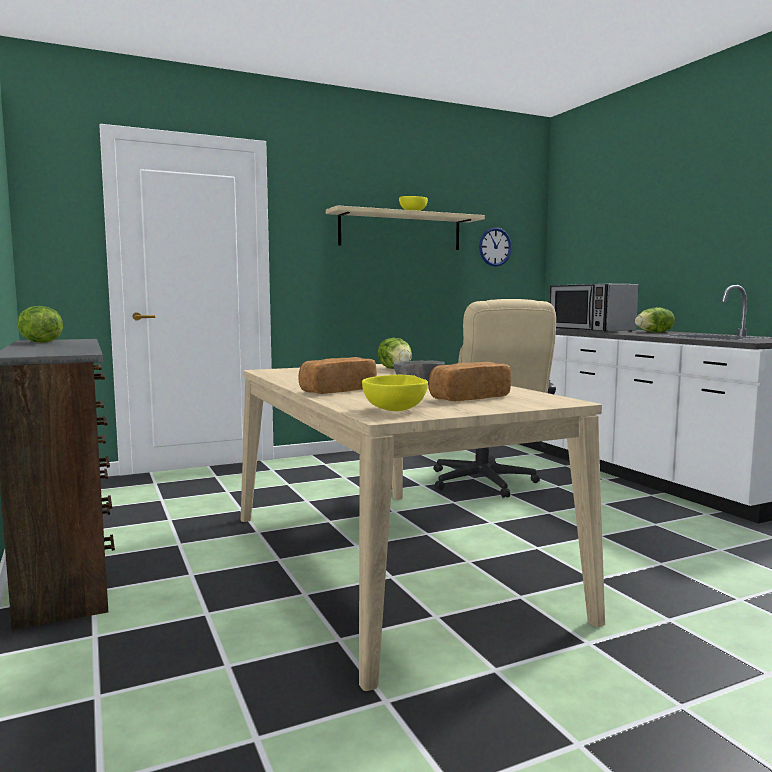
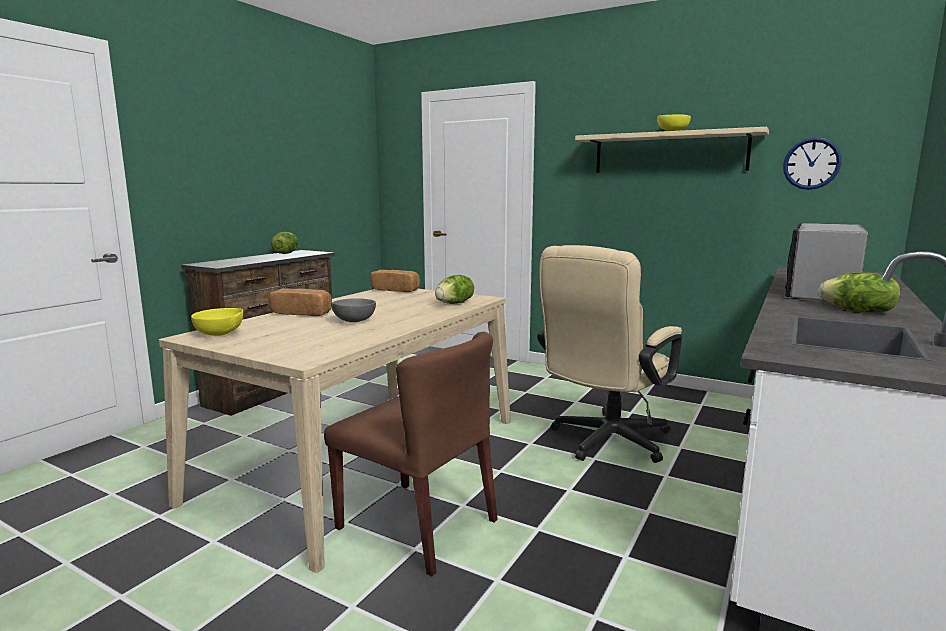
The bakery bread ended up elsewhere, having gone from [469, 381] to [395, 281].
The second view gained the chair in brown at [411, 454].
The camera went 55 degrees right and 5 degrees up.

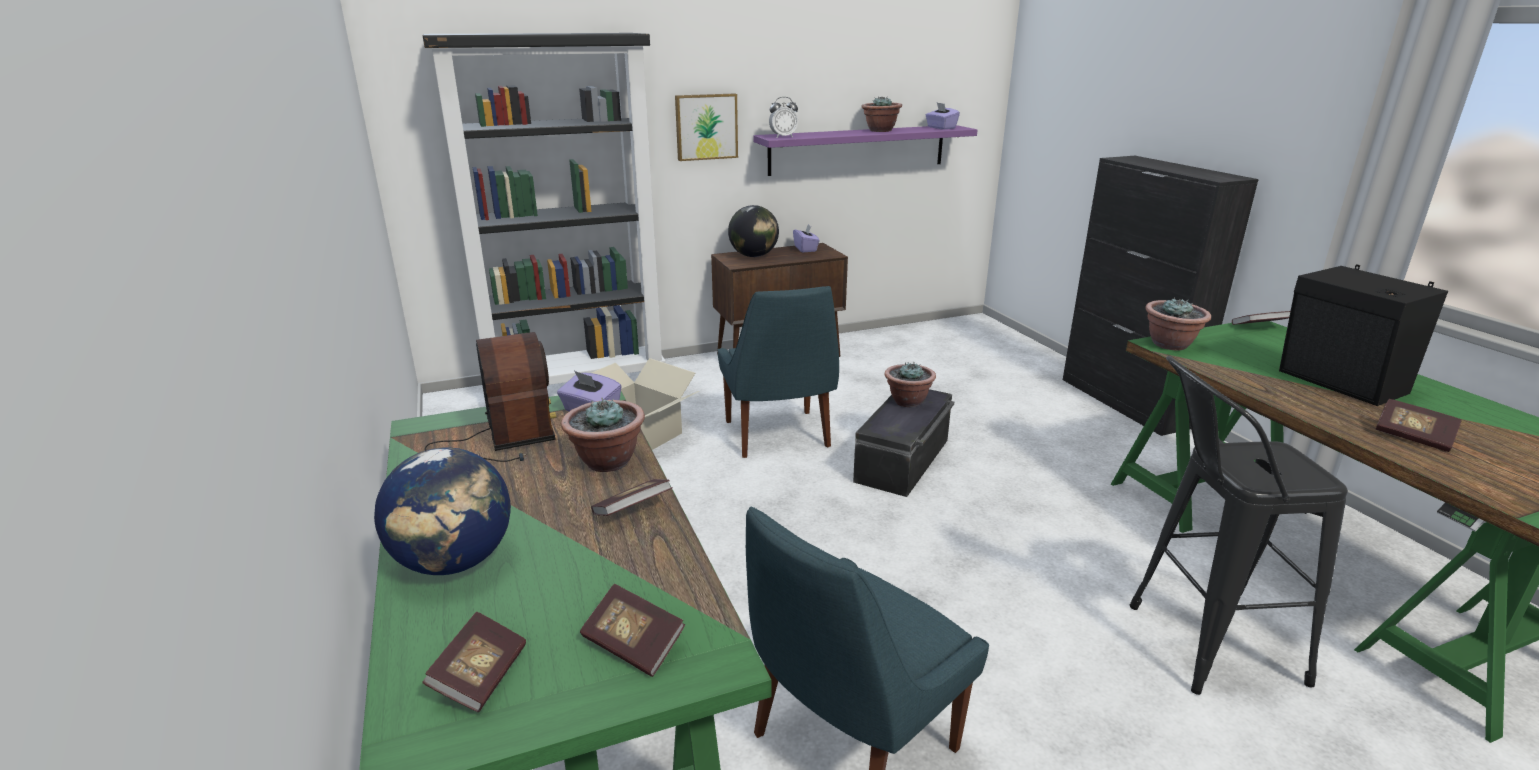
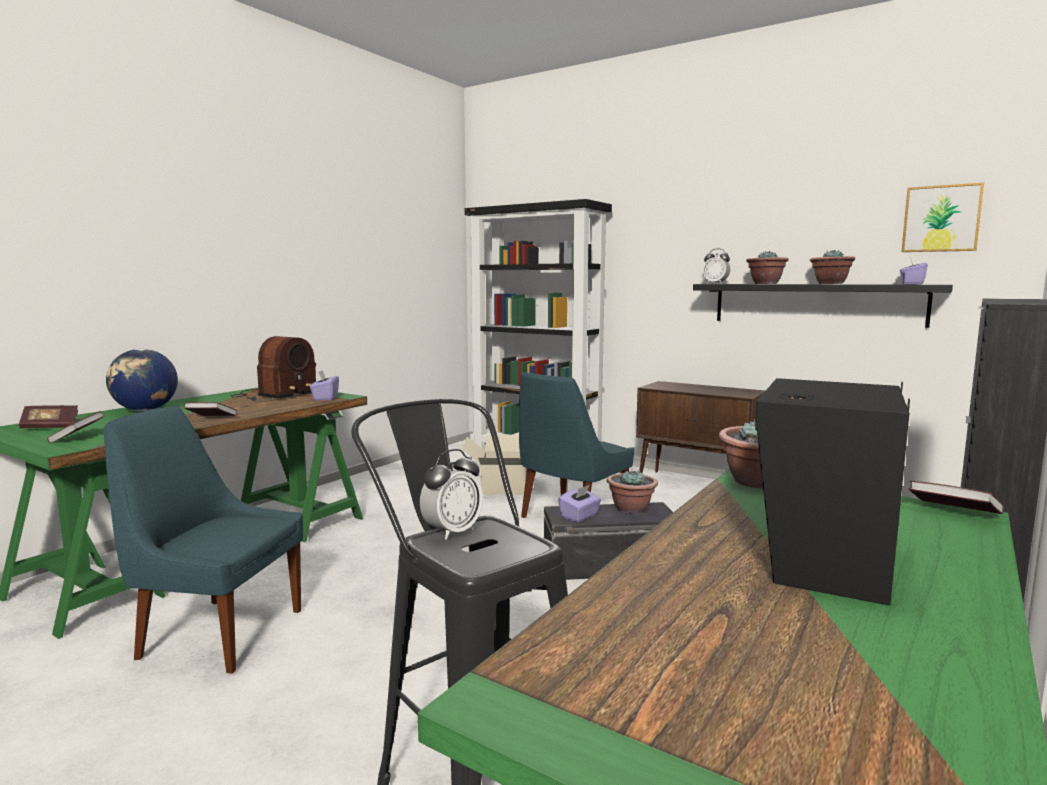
The picture ended up elsewhere, having gone from [706, 127] to [943, 217].
What was the wall shelf in purplish at [865, 150] turned into the wall shelf in blackish at [823, 306].
The second view lost the world globe at [753, 231].
The tissue holder in purplish ended up elsewhere, having gone from [806, 238] to [580, 503].
The potted plant ended up elsewhere, having gone from [603, 434] to [767, 267].
The second view lost the book at [1419, 425].
The second view gained the bedside clock at [451, 494].
The camera went 55 degrees right and 15 degrees down.

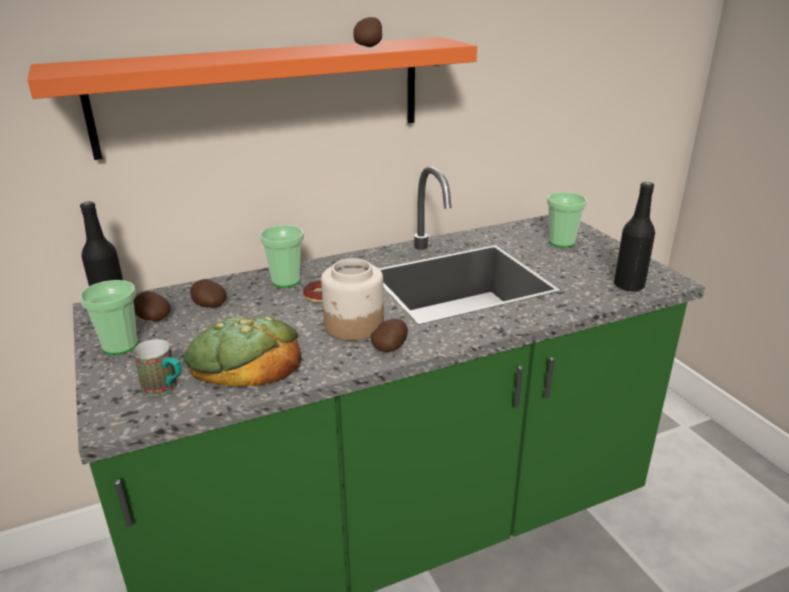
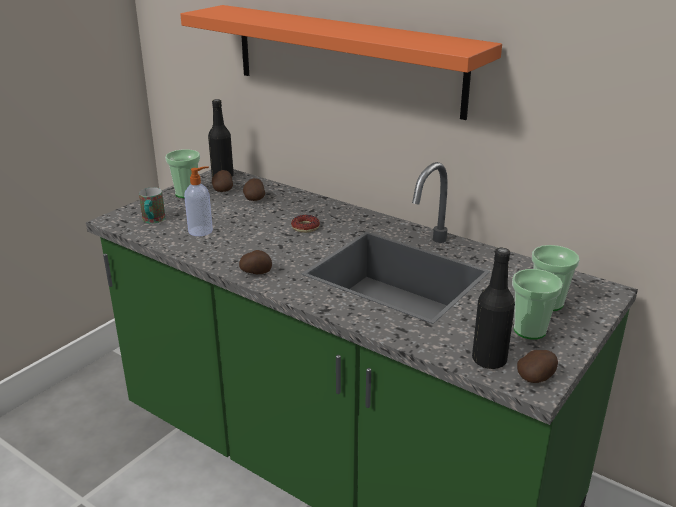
The potato ended up elsewhere, having gone from [367, 32] to [537, 366].
The small cup ended up elsewhere, having gone from [282, 256] to [537, 304].
The second view lost the jar at [352, 299].
Where the bakery bread stood at [242, 351], the liquid soap bottle came to stand at [198, 201].
The camera went 60 degrees right and 0 degrees up.

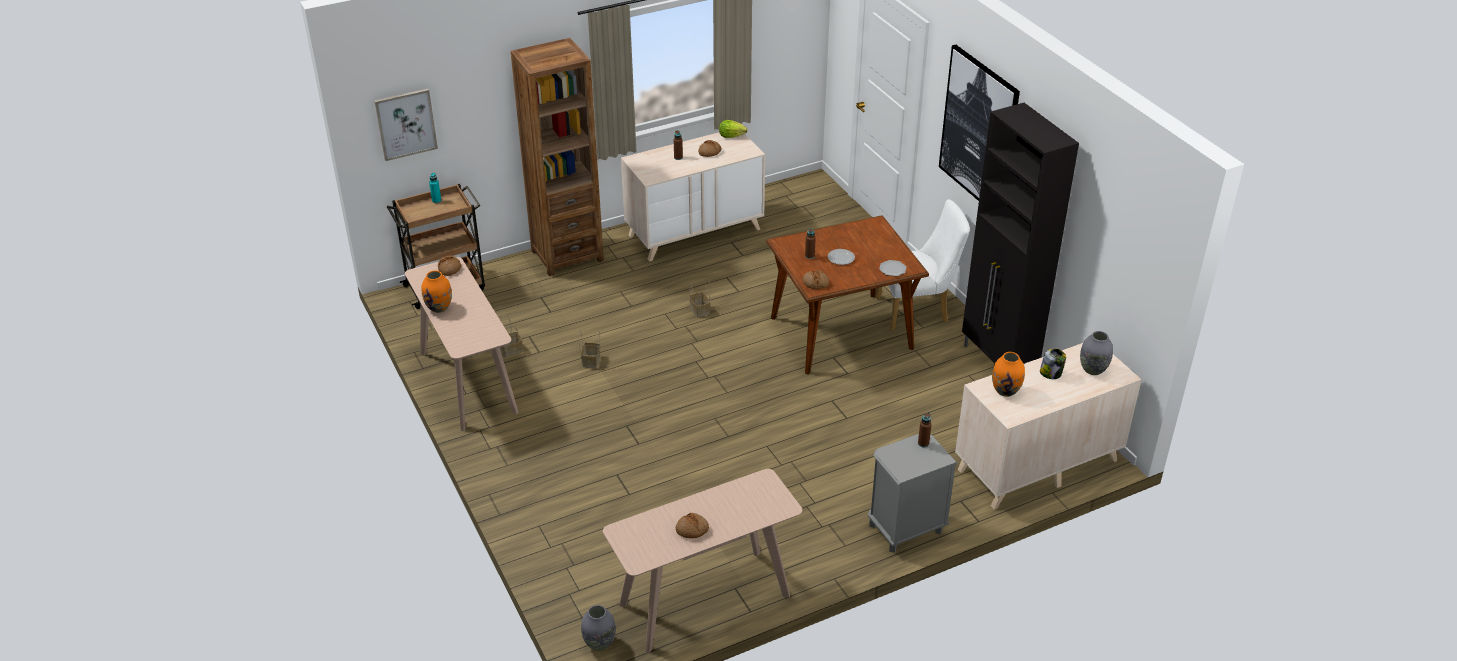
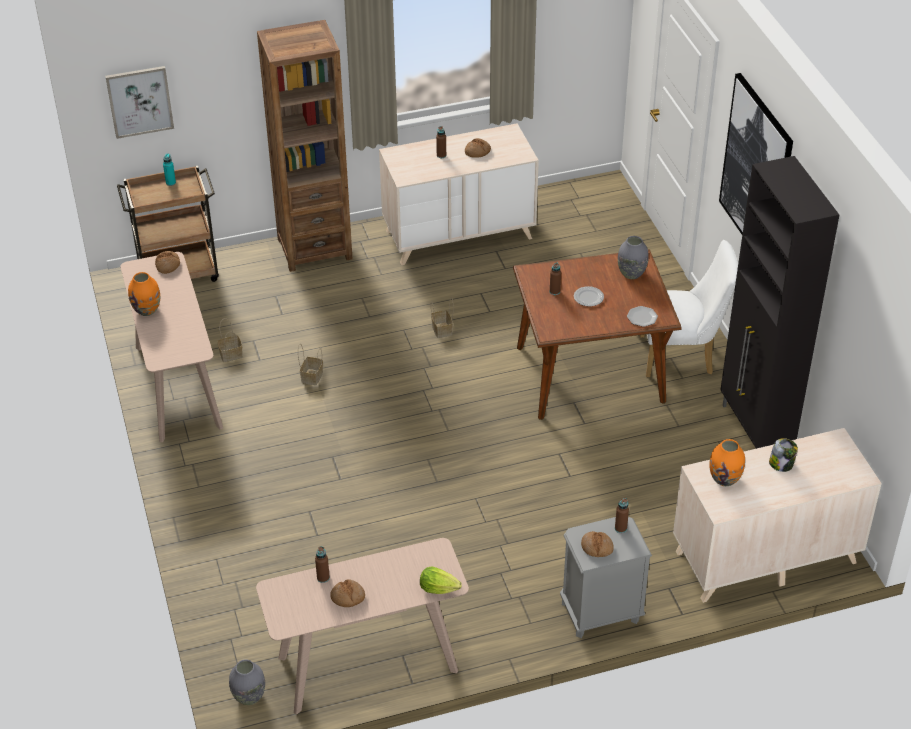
The head of lettuce ended up elsewhere, having gone from [733, 129] to [441, 580].
The bakery bread ended up elsewhere, having gone from [816, 279] to [597, 544].
The vase in greyish ended up elsewhere, having gone from [1096, 353] to [633, 257].
The second view gained the bottle in brown at [322, 564].
The camera went 10 degrees right and 5 degrees up.

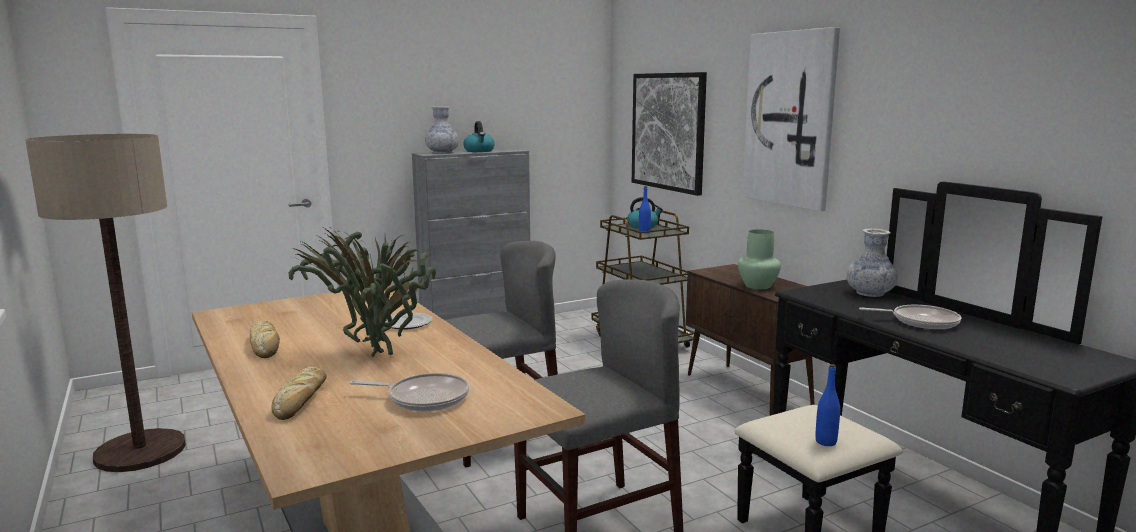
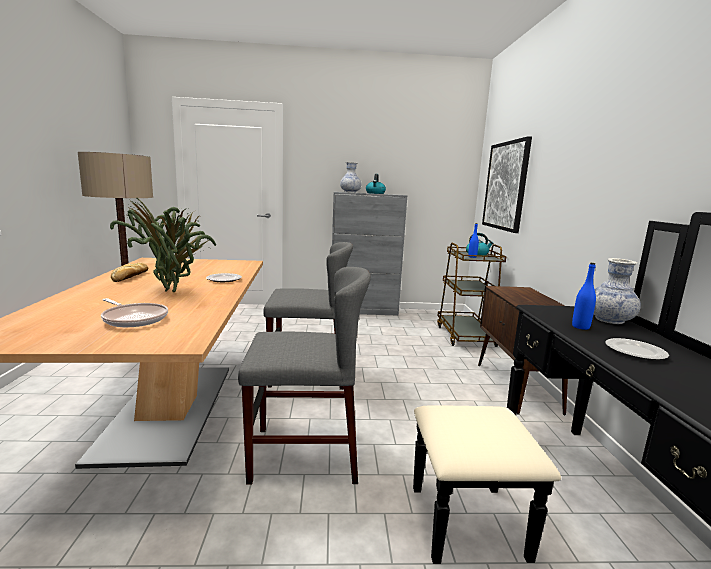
The second view lost the picture at [791, 119].
The second view lost the vase in green-coloured at [759, 259].
Where the skillet stood at [910, 317], the plate came to stand at [637, 349].
The bottle in bluish ended up elsewhere, having gone from [827, 405] to [584, 296].
The second view lost the bakery bread at [299, 393].
The camera went 25 degrees right and 0 degrees up.

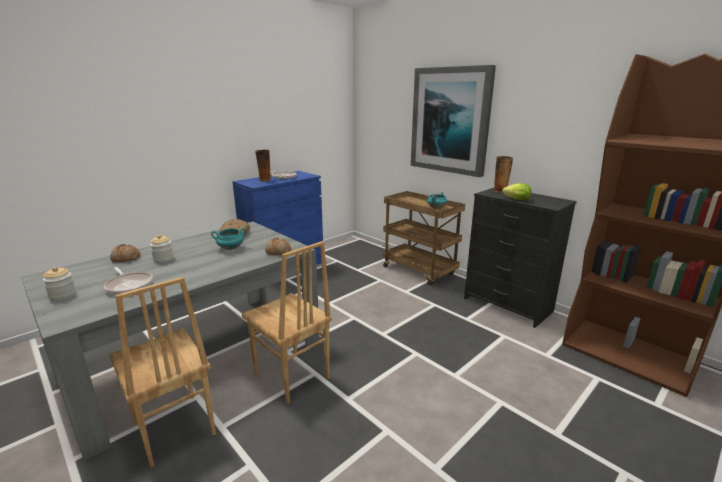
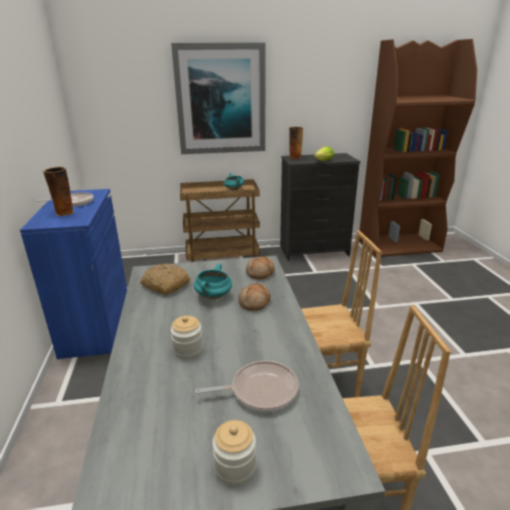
The bakery bread ended up elsewhere, having gone from [125, 253] to [254, 297].
The camera went 55 degrees left and 5 degrees up.

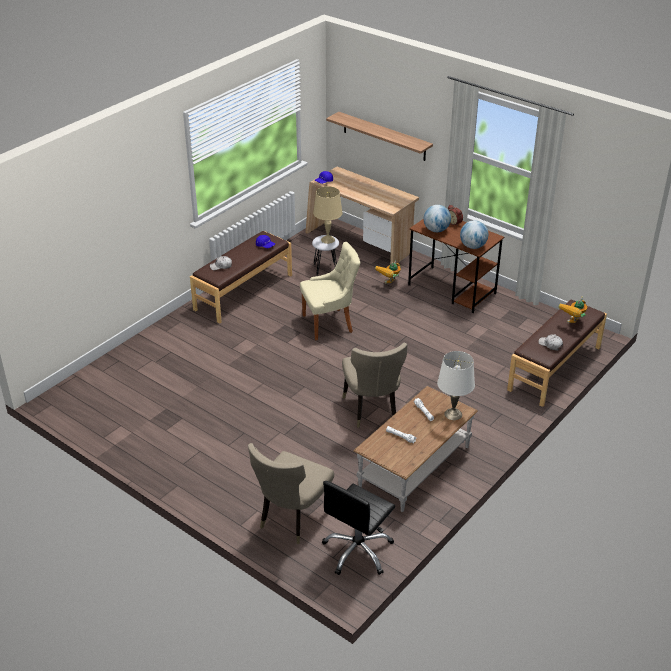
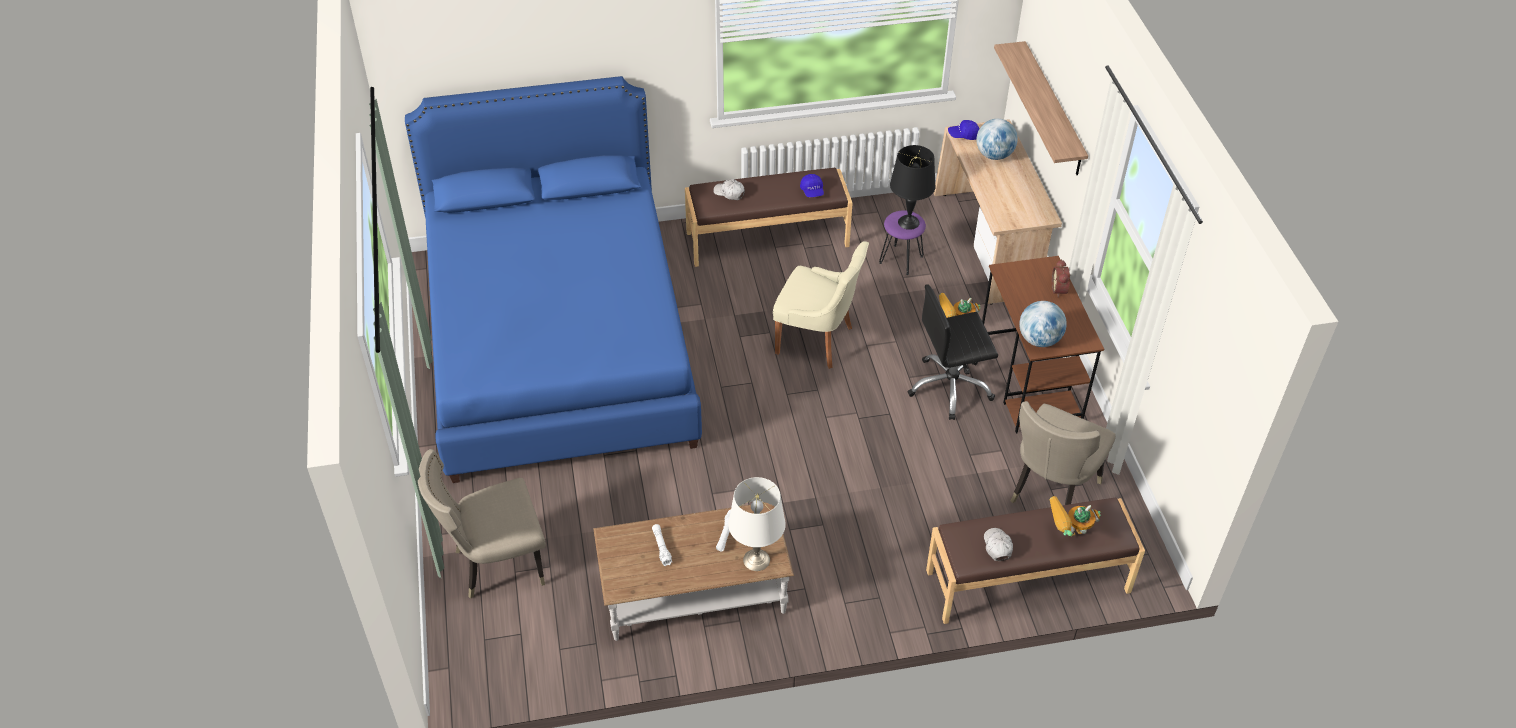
What was the tabletop lamp in beige-coloured at [328, 215] turned into the tabletop lamp in blackish at [913, 187].
The world globe ended up elsewhere, having gone from [437, 218] to [997, 139].
What was the sitting stool in white-coloured at [325, 255] turned into the sitting stool in purplish at [902, 242].
The chair in beige-coloured ended up elsewhere, having gone from [374, 385] to [1063, 453].
The desk chair in blackish ended up elsewhere, having gone from [358, 528] to [952, 352].
The second view gained the bedroom bed in bluish at [553, 279].
The camera went 40 degrees right and 10 degrees up.

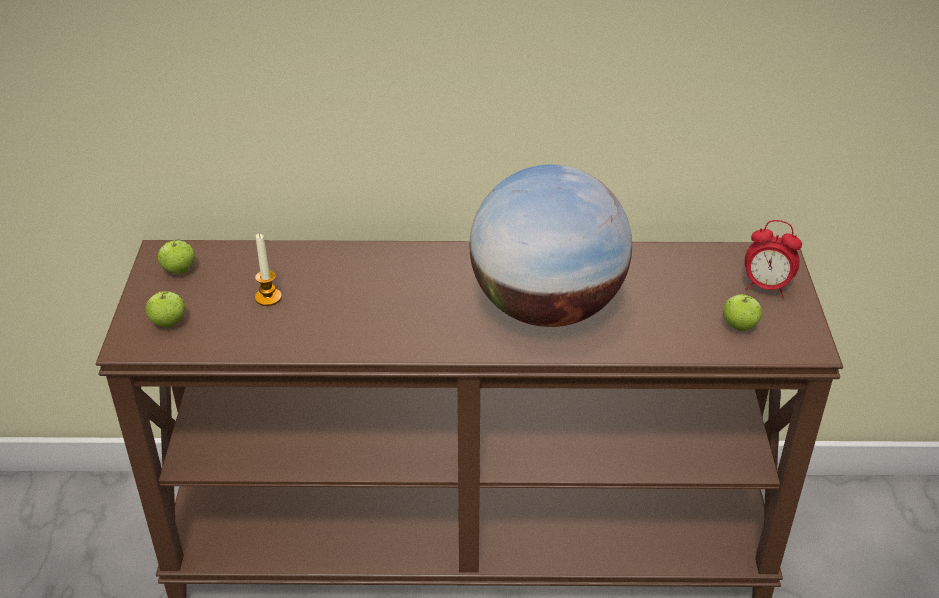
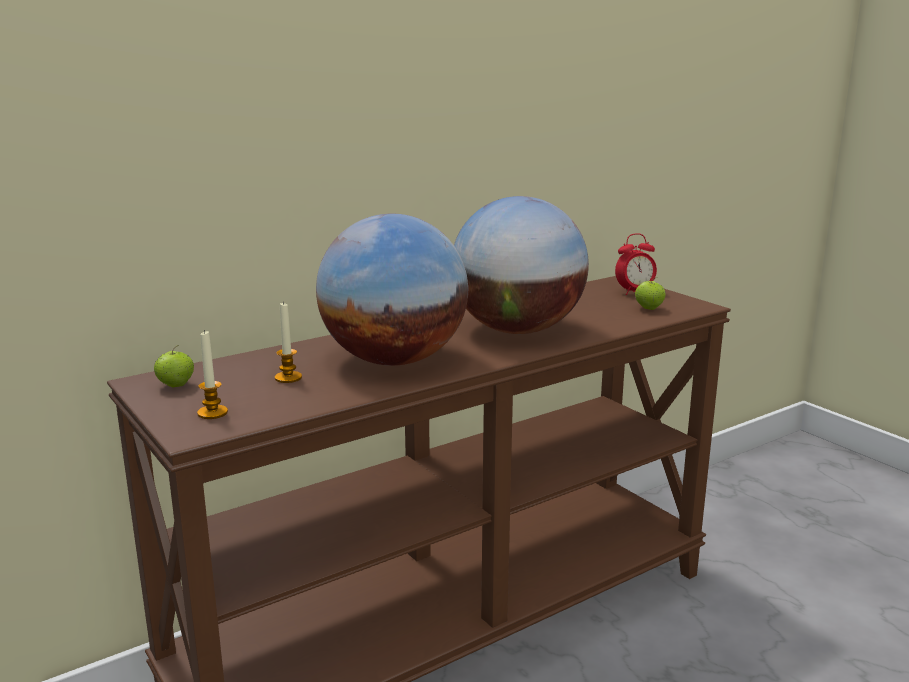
Where the apple fruit stood at [165, 309], the wax candle came to stand at [212, 374].
The second view gained the world globe at [392, 289].
The camera went 35 degrees left and 20 degrees down.

